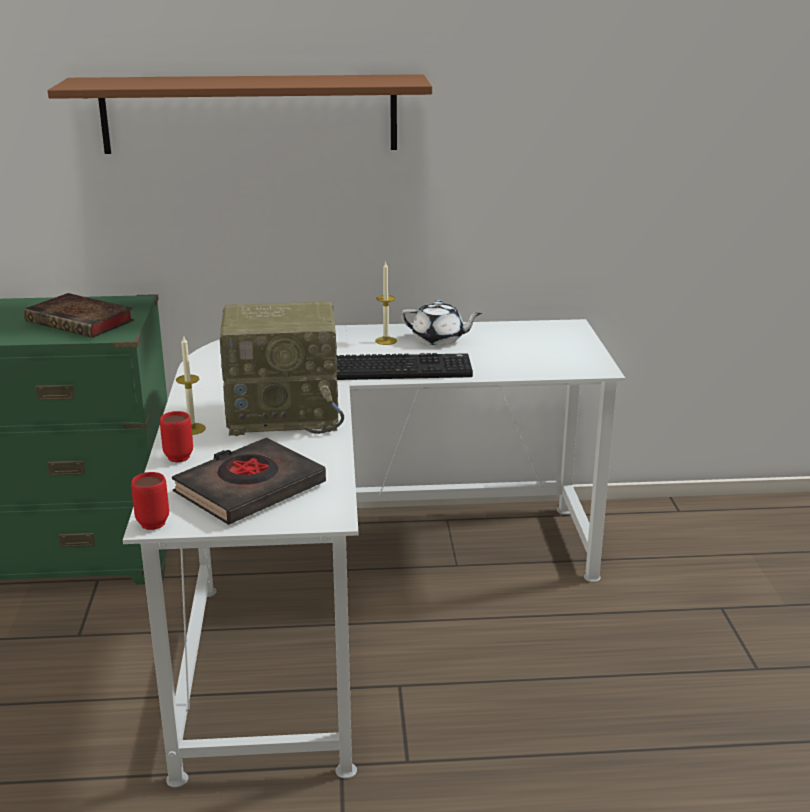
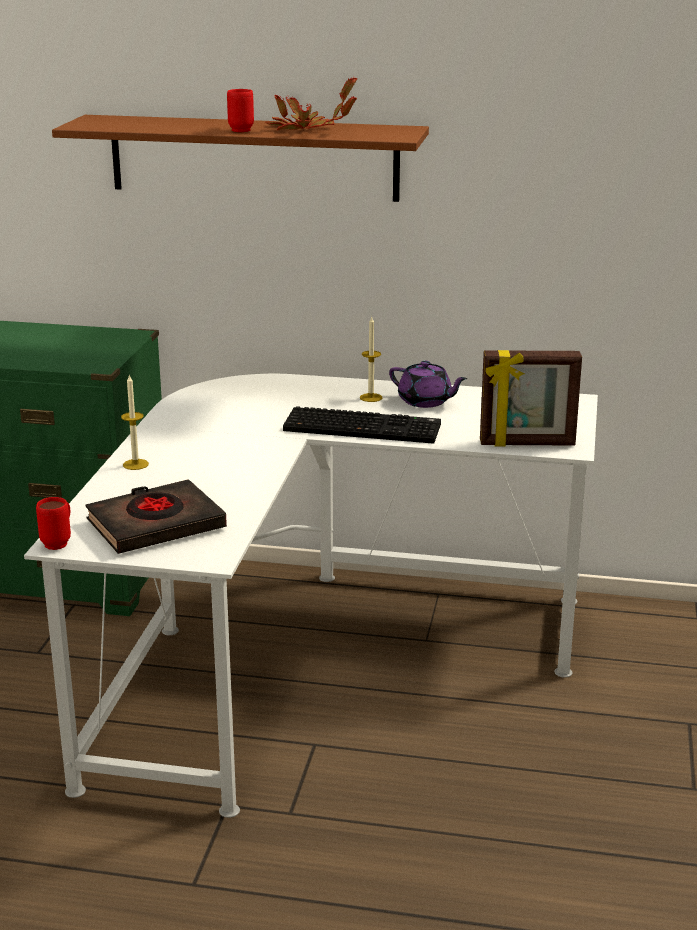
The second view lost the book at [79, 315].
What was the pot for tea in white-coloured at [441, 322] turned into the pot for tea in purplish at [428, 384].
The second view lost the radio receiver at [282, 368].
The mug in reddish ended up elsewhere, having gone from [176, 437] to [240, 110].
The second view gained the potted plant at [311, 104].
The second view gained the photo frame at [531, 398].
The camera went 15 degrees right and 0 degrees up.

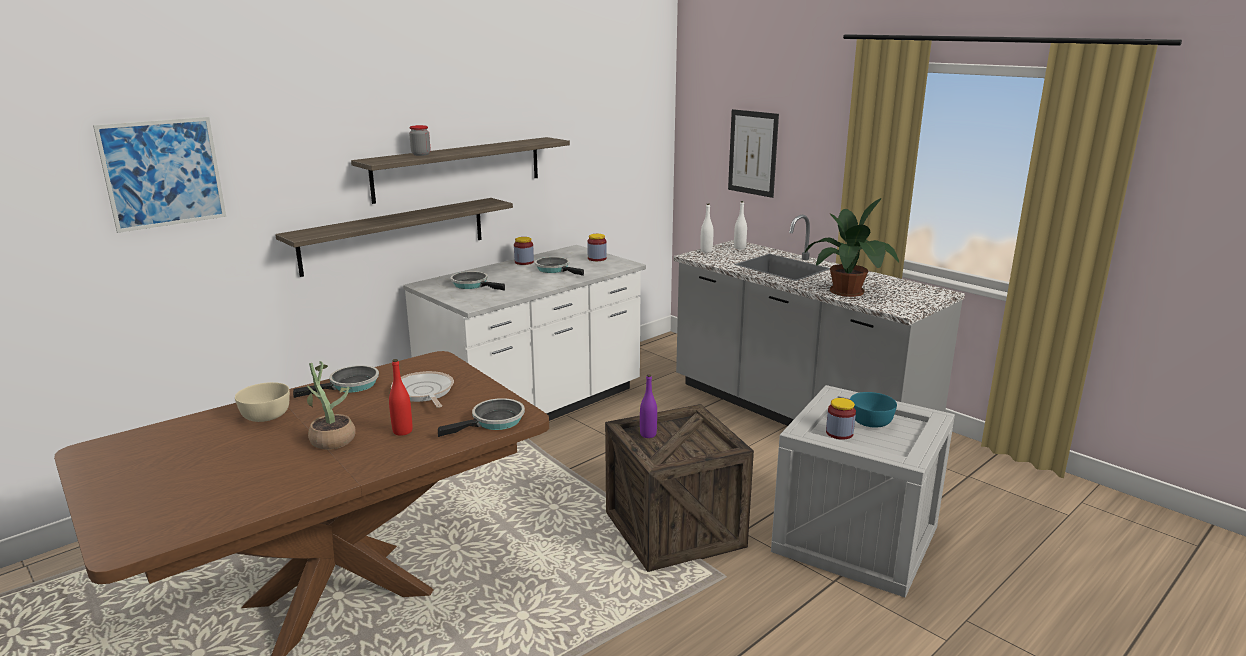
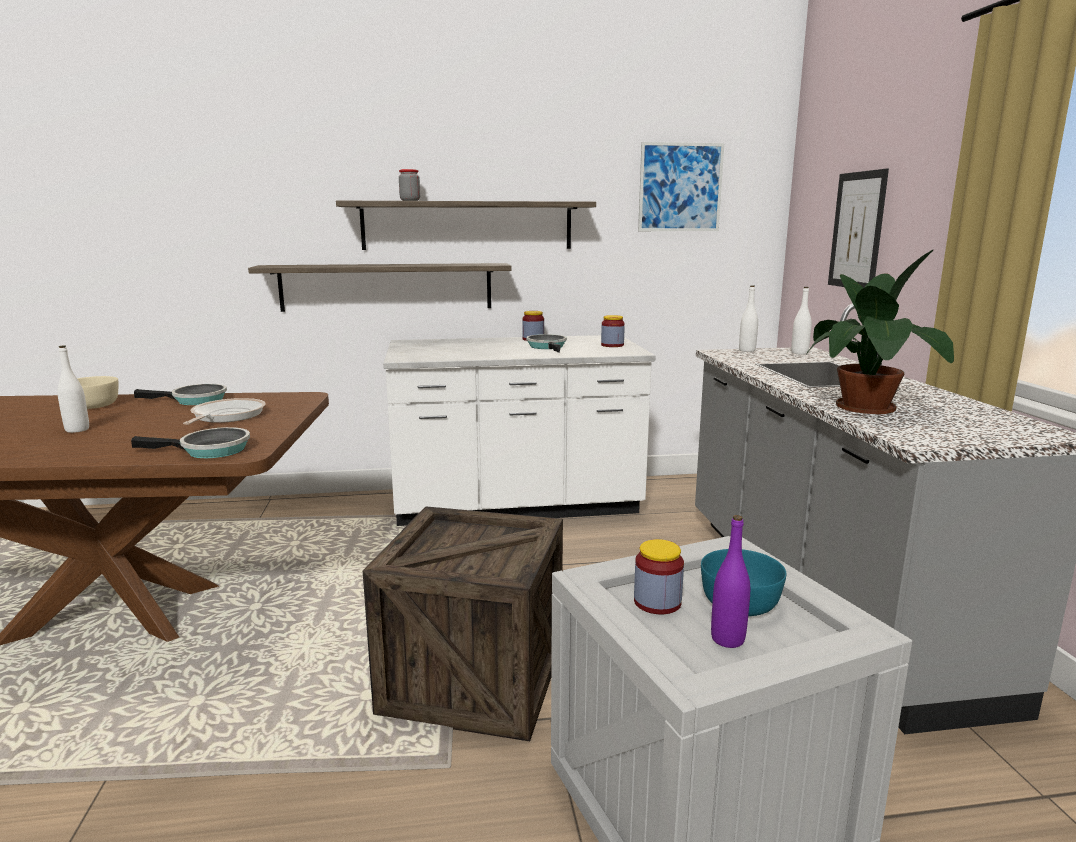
The picture ended up elsewhere, having gone from [159, 175] to [681, 186].
The second view lost the skillet at [478, 281].
The second view lost the bottle in reddish at [400, 397].
Where the potted plant stood at [327, 405], the bottle in white-coloured came to stand at [73, 389].
The bottle in purplish ended up elsewhere, having gone from [648, 406] to [730, 581].
The camera went 35 degrees right and 5 degrees down.

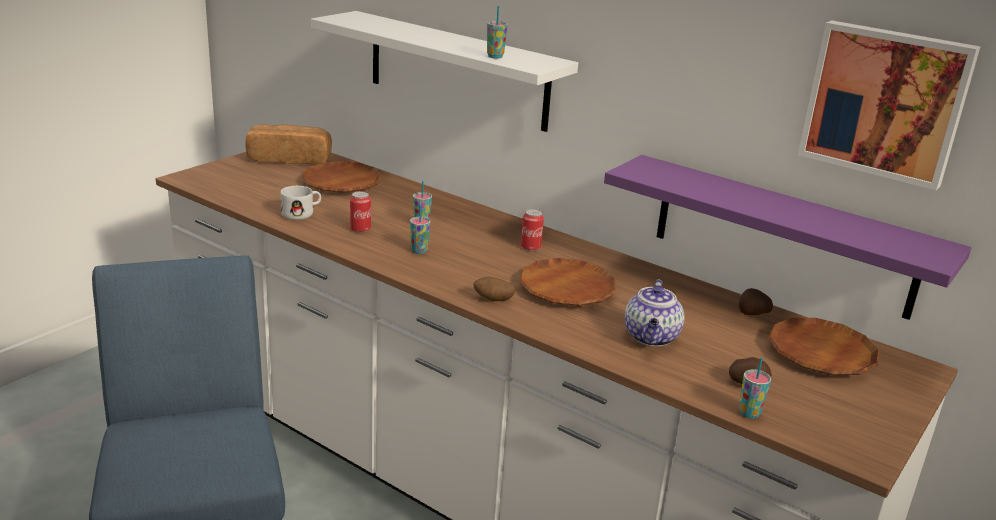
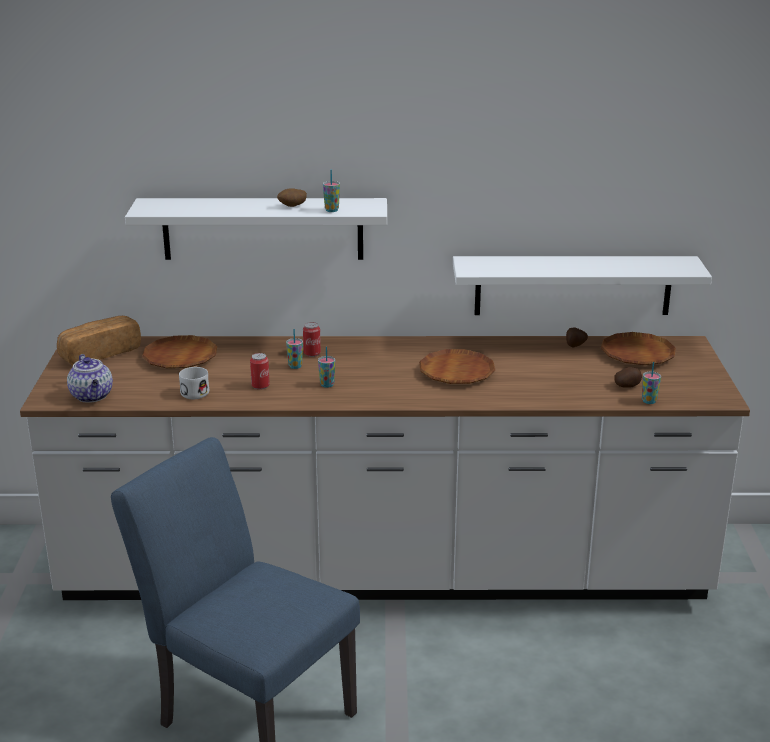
The second view lost the picture at [889, 105].
What was the wall shelf in purplish at [787, 237] turned into the wall shelf in white-coloured at [582, 285].
The can ended up elsewhere, having gone from [532, 230] to [312, 339].
The potato ended up elsewhere, having gone from [494, 289] to [292, 197].
The pot for tea ended up elsewhere, having gone from [655, 313] to [90, 378].
The camera went 35 degrees left and 0 degrees up.

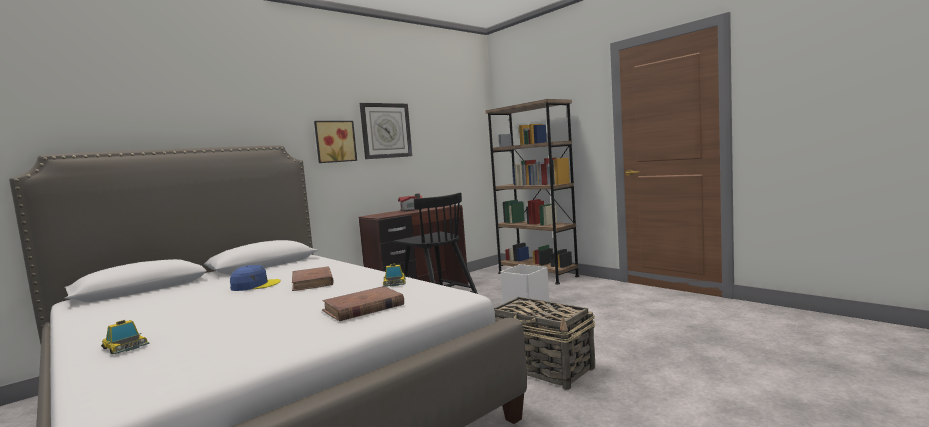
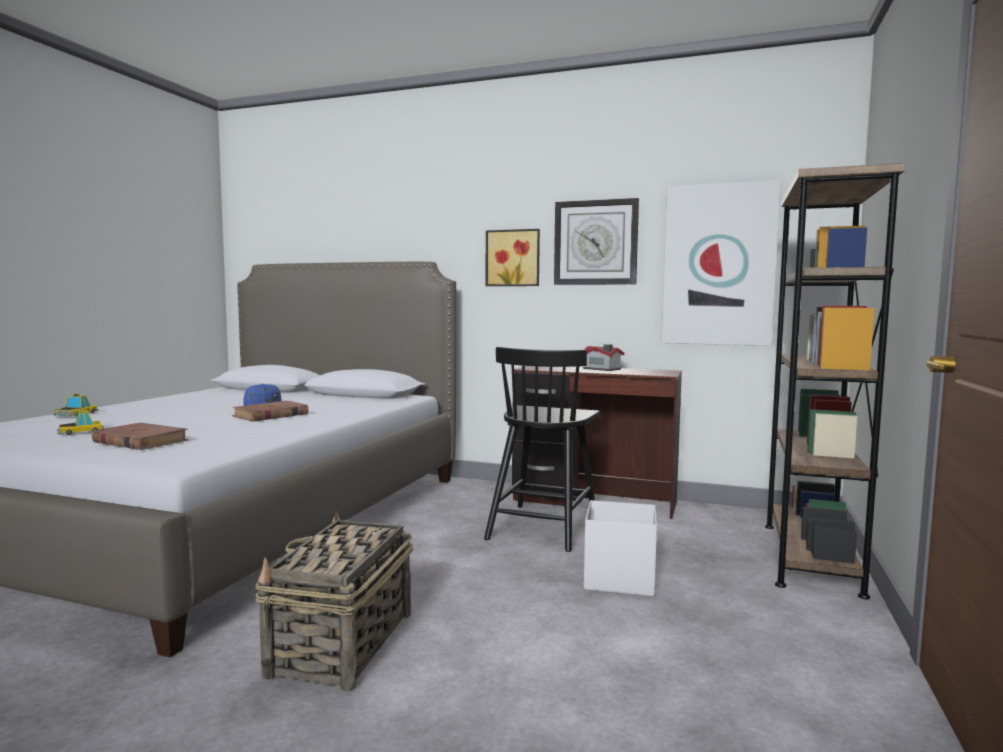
The miniature car ended up elsewhere, having gone from [394, 275] to [81, 421].
The second view gained the picture at [721, 263].
The camera went 60 degrees right and 0 degrees up.

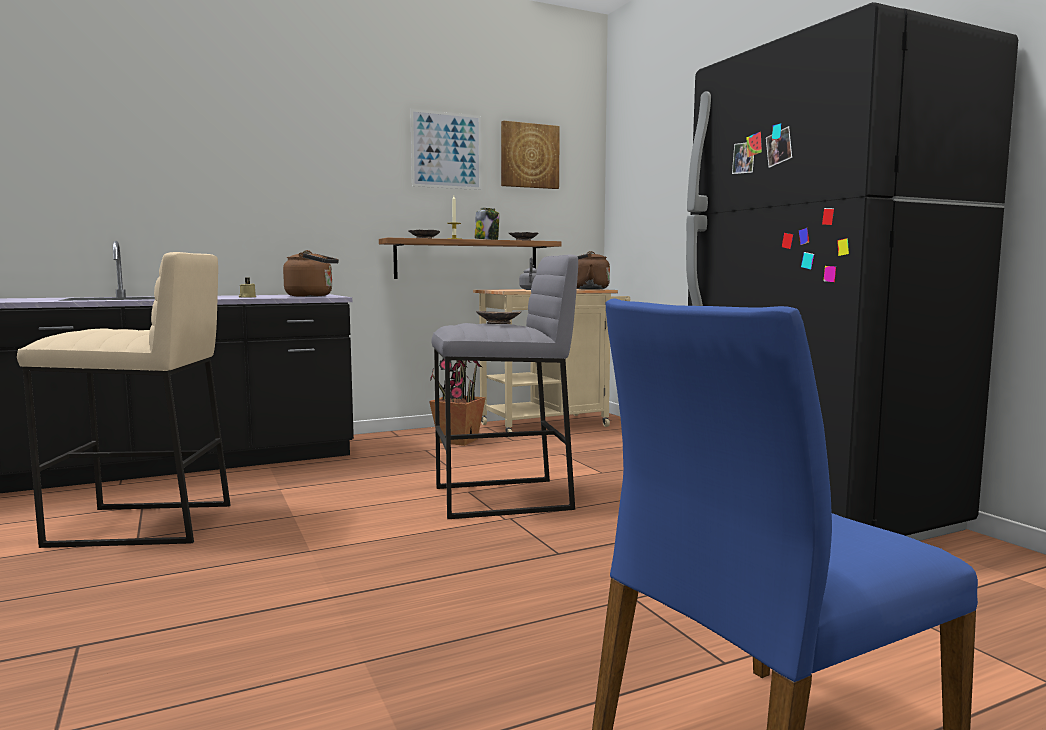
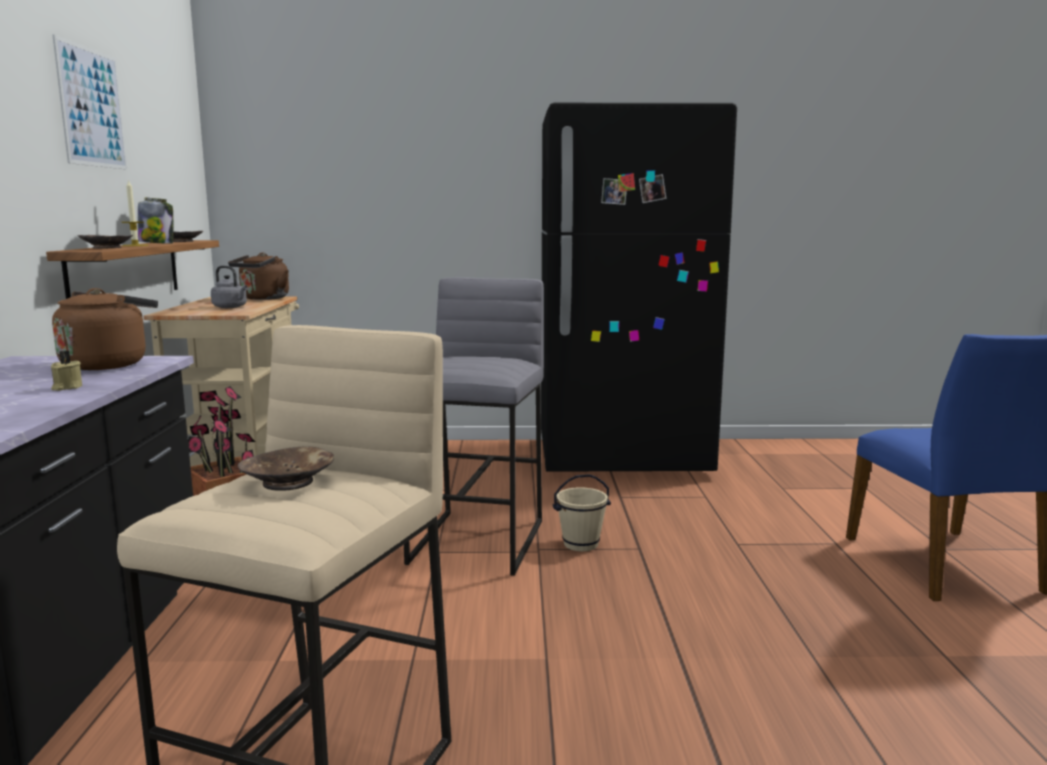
The second view lost the picture at [530, 155].
The serving bowl in brown ended up elsewhere, having gone from [499, 317] to [286, 469].
The second view gained the water bucket in beige-coloured at [581, 512].
The camera went 65 degrees left and 5 degrees up.

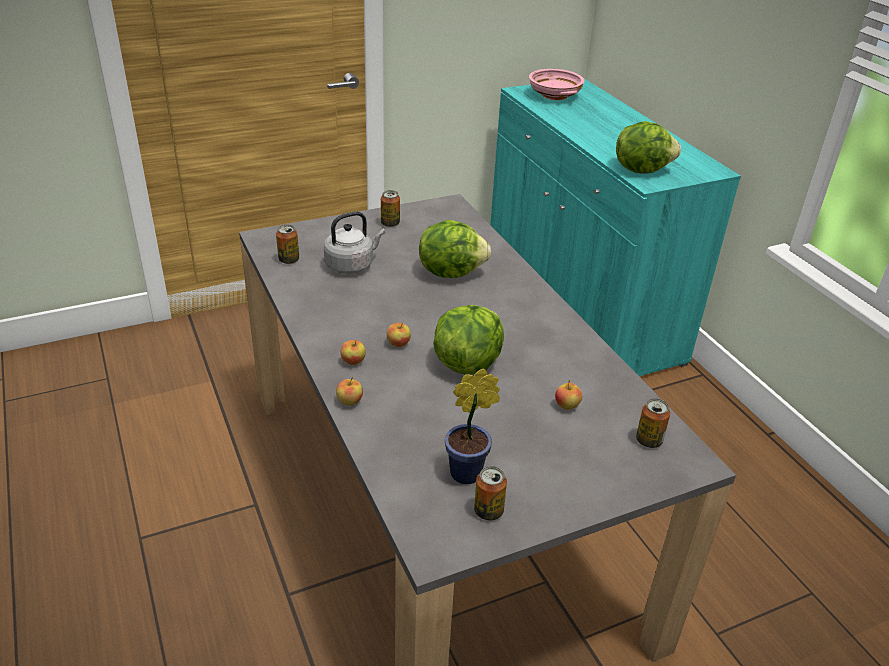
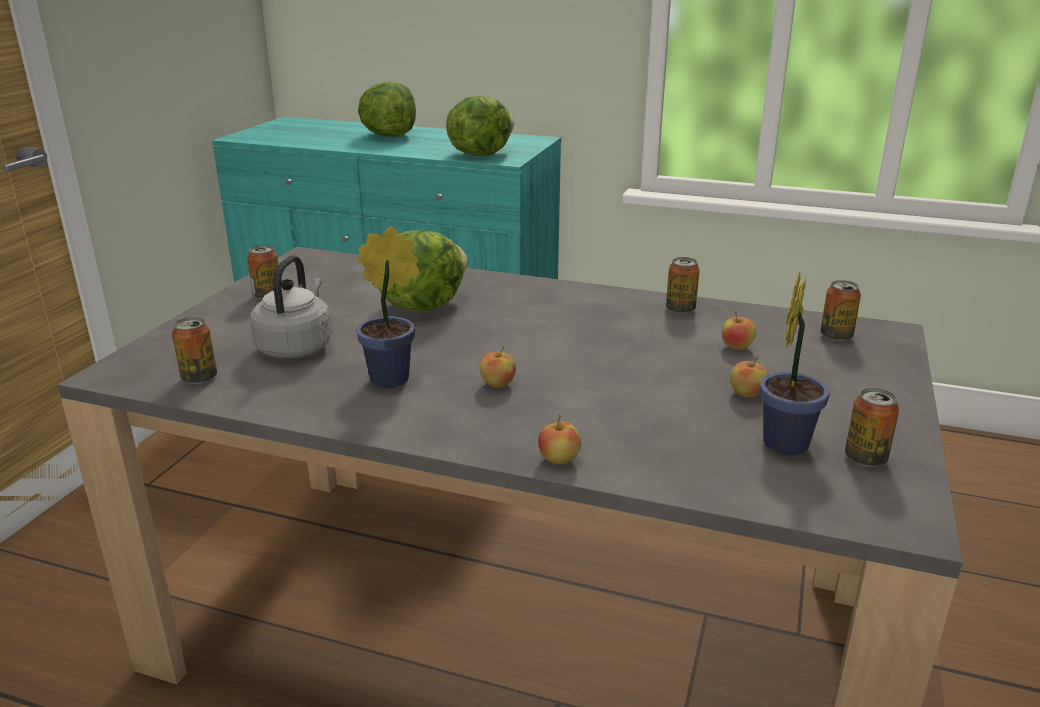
The second view lost the serving bowl in pink-coloured at [557, 84].
The head of lettuce ended up elsewhere, having gone from [468, 339] to [387, 109].
The apple fruit ended up elsewhere, having gone from [353, 352] to [749, 377].
The second view gained the potted plant at [387, 307].
The second view gained the can at [683, 285].
The camera went 45 degrees left and 10 degrees down.

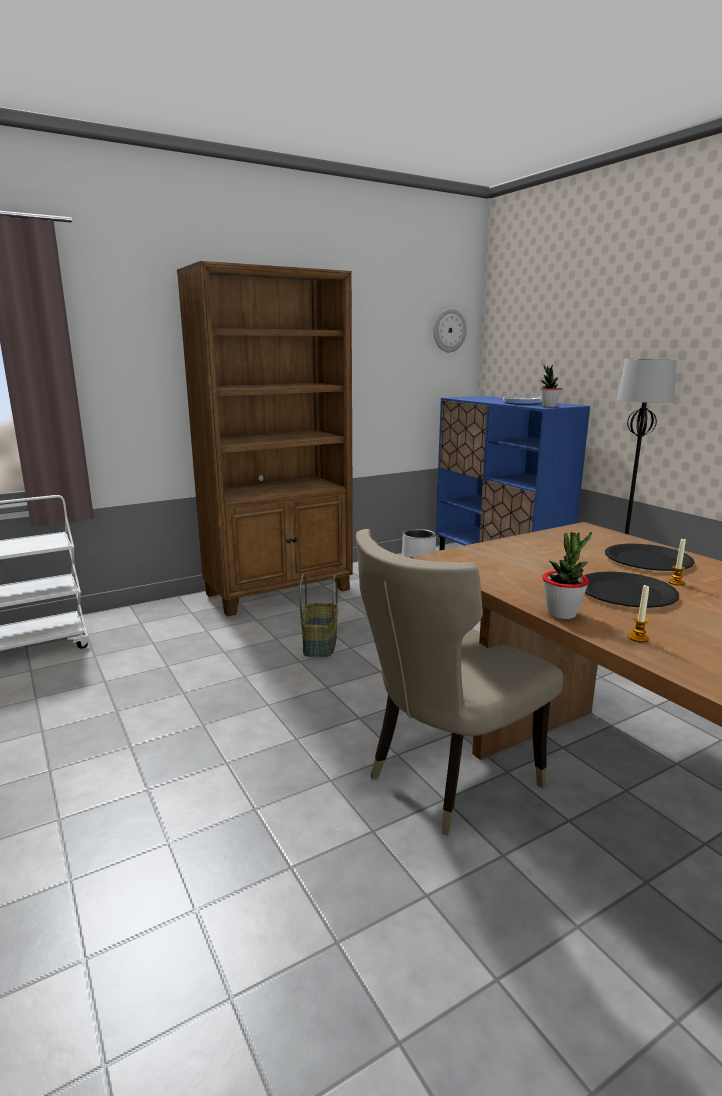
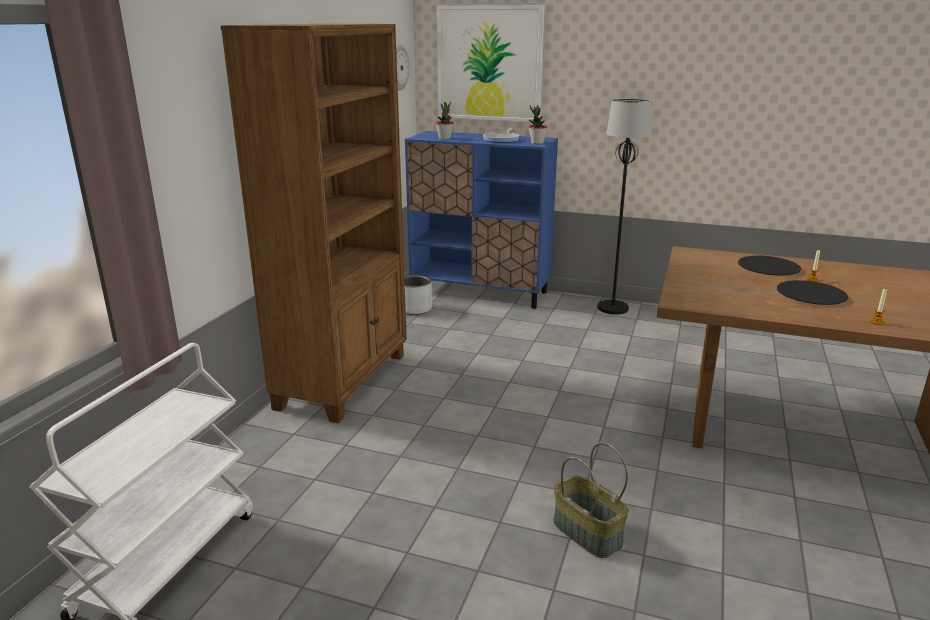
The second view lost the chair in beige-coloured at [459, 682].
The potted plant ended up elsewhere, having gone from [567, 575] to [444, 121].
The storage basket ended up elsewhere, having gone from [319, 615] to [591, 500].
The second view gained the picture at [491, 63].
The camera went 40 degrees left and 5 degrees up.

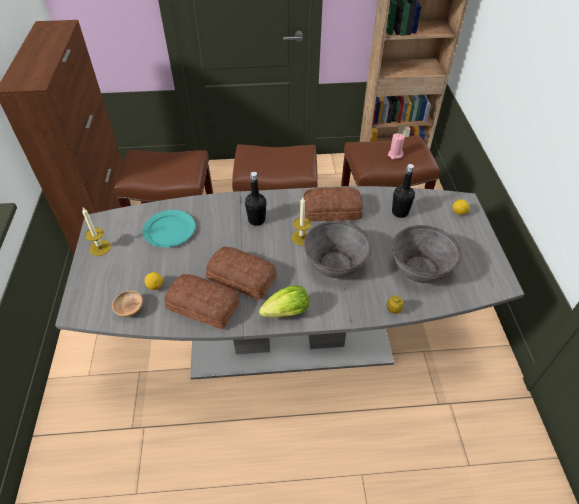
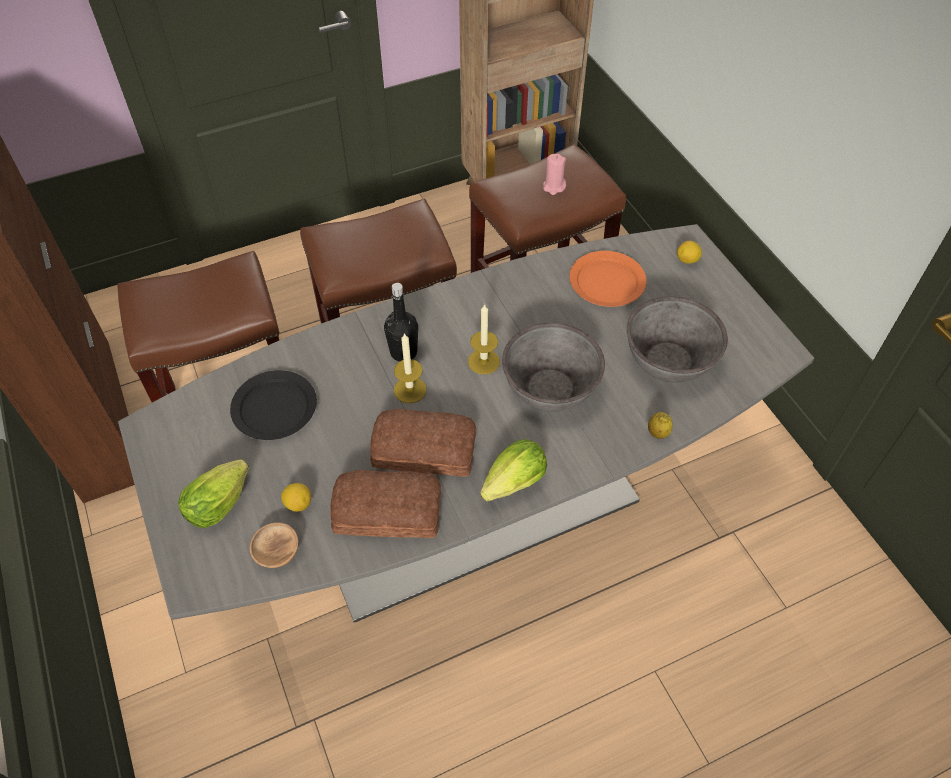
Where the bottle in blackish stood at [403, 191], the plate in orangey came to stand at [607, 279].
The second view lost the bakery bread at [333, 204].
The wax candle ended up elsewhere, having gone from [96, 232] to [410, 368].
What was the plate in turquoise-coloured at [168, 228] turned into the plate in blackish at [273, 405].
The second view gained the head of lettuce at [213, 493].
The camera went 20 degrees left and 5 degrees up.

